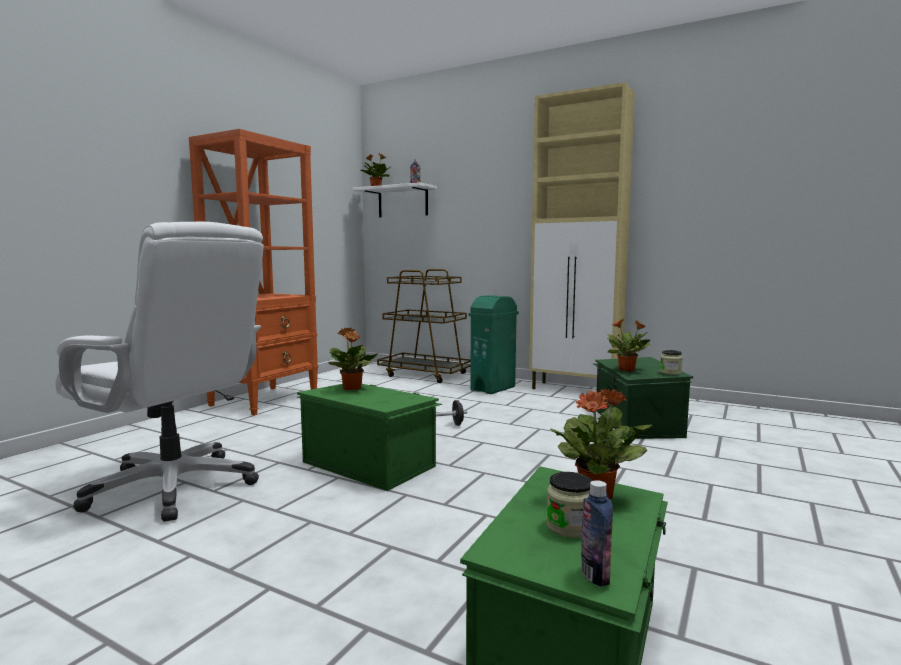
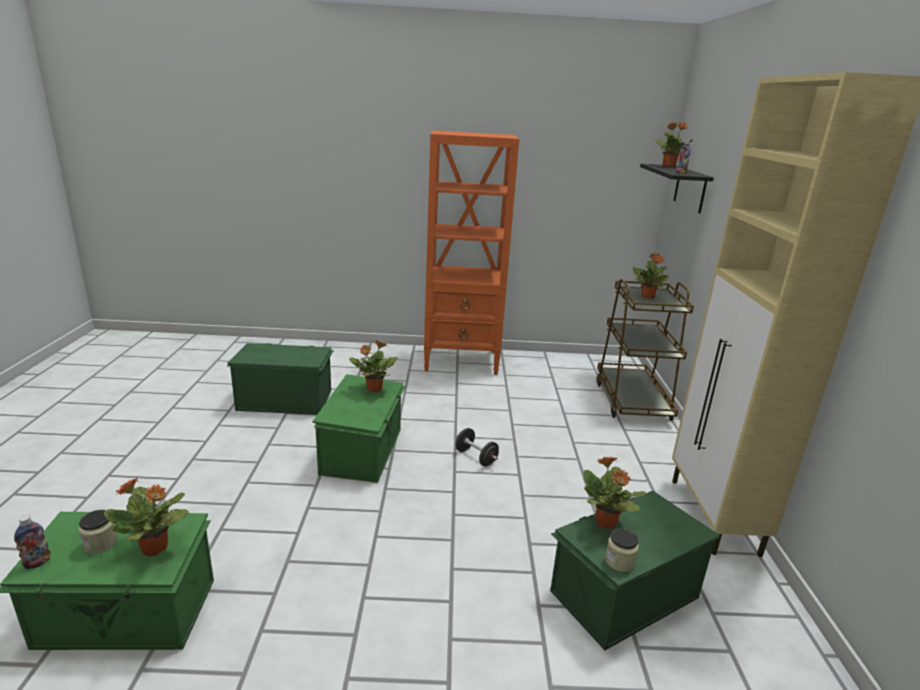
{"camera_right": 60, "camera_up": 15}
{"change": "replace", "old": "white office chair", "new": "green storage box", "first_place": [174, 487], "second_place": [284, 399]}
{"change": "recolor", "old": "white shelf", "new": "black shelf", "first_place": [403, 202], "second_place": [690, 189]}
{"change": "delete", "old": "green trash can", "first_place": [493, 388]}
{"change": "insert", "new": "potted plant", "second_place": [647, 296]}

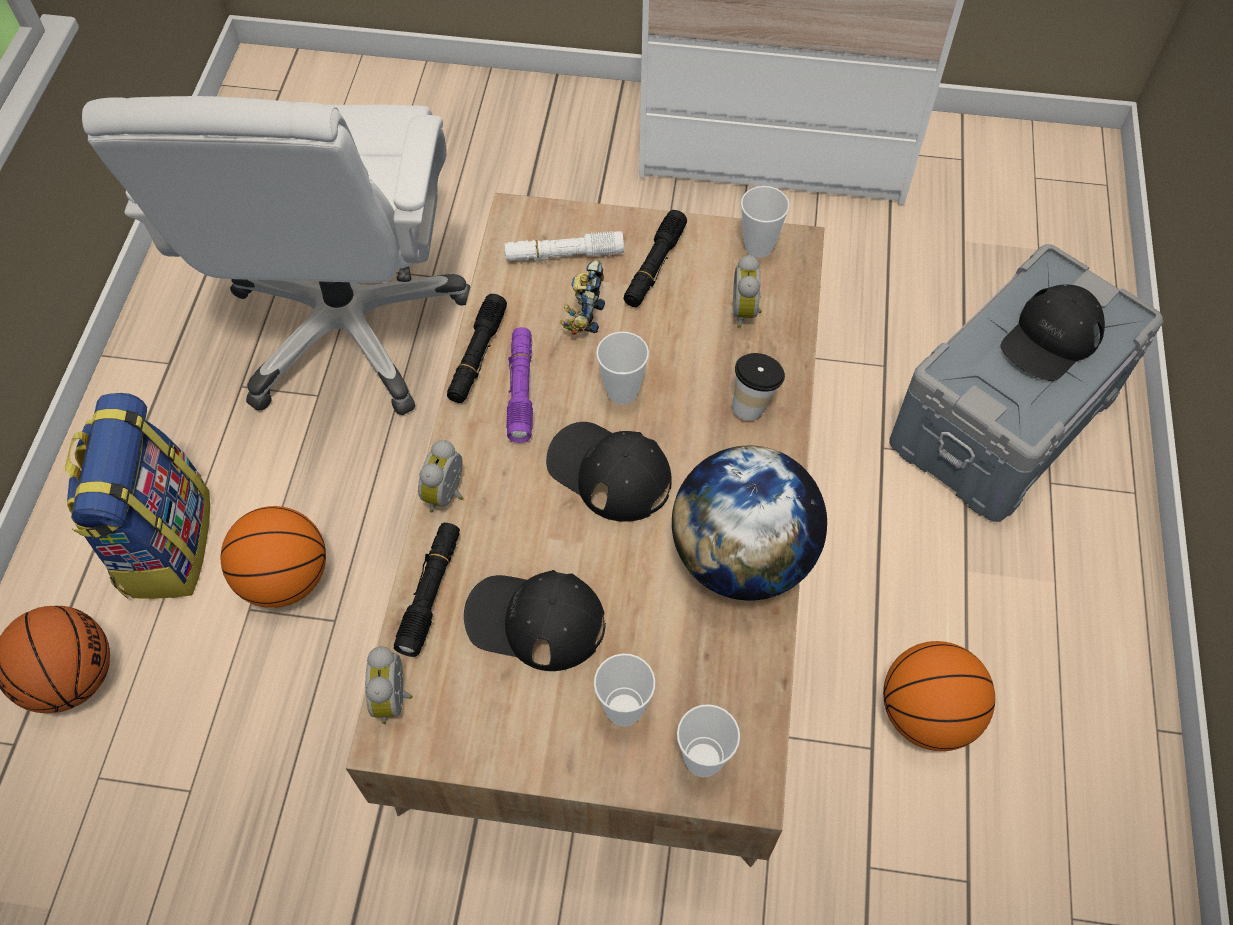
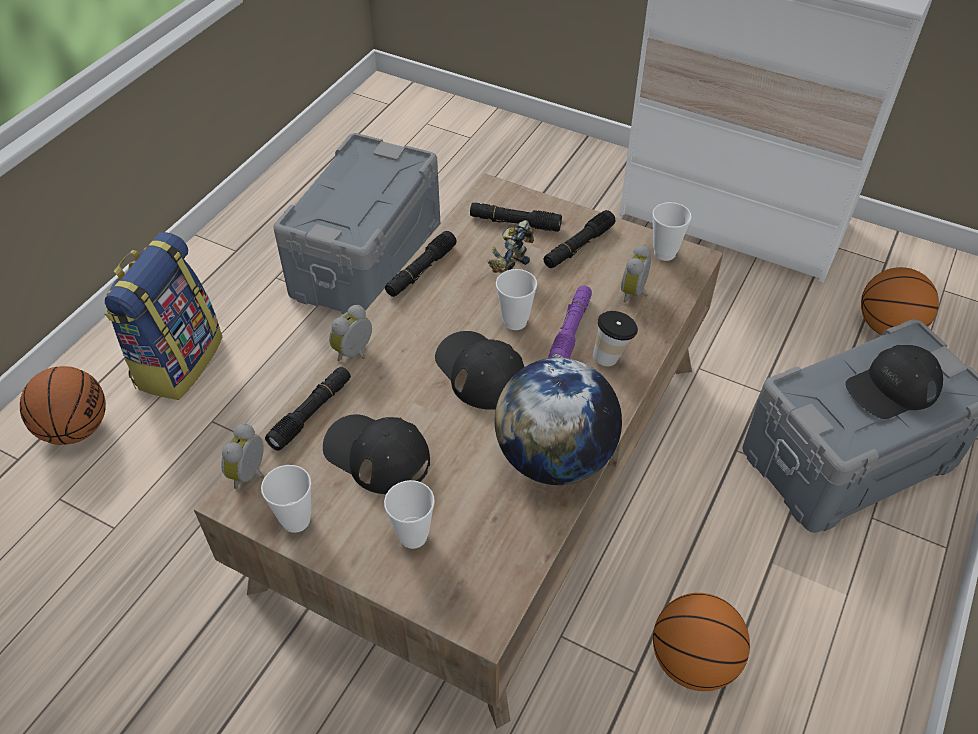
{"camera_right": 20, "camera_up": -10}
{"change": "replace", "old": "white office chair", "new": "grey storage box", "first_place": [348, 328], "second_place": [365, 260]}
{"change": "move", "old": "basketball", "first_place": [285, 578], "second_place": [887, 327]}
{"change": "recolor", "old": "white flashlight", "new": "black flashlight", "first_place": [564, 255], "second_place": [514, 223]}
{"change": "move", "old": "purple flashlight", "first_place": [521, 390], "second_place": [571, 331]}
{"change": "move", "old": "cup", "first_place": [703, 760], "second_place": [296, 520]}

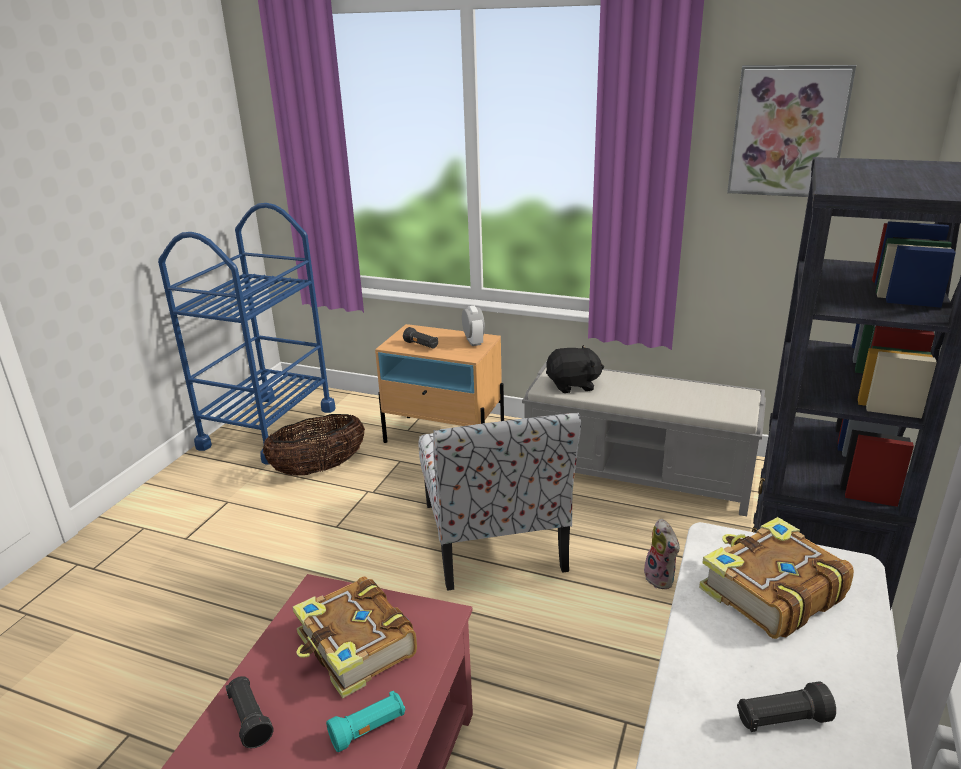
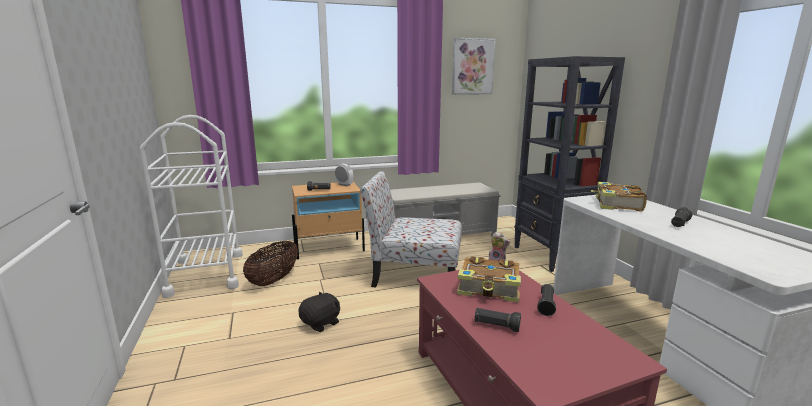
{"camera_right": -40, "camera_up": -10}
{"change": "recolor", "old": "blue cart", "new": "white cart", "first_place": [268, 428], "second_place": [206, 274]}
{"change": "recolor", "old": "turquoise flashlight", "new": "black flashlight", "first_place": [368, 730], "second_place": [546, 306]}
{"change": "rotate", "old": "chair", "first_place": [494, 538], "second_place": [414, 274], "degrees": 150}
{"change": "move", "old": "black plush toy", "first_place": [573, 385], "second_place": [321, 323]}

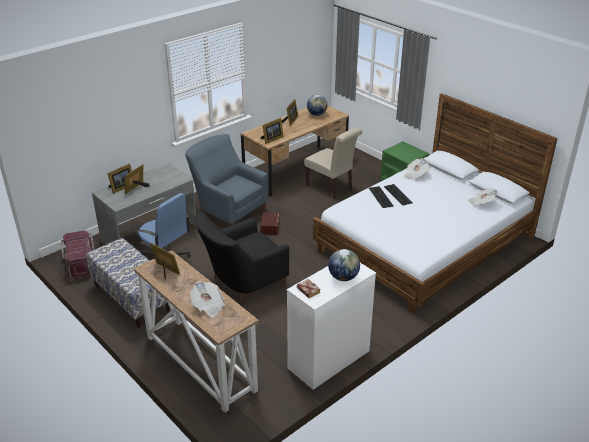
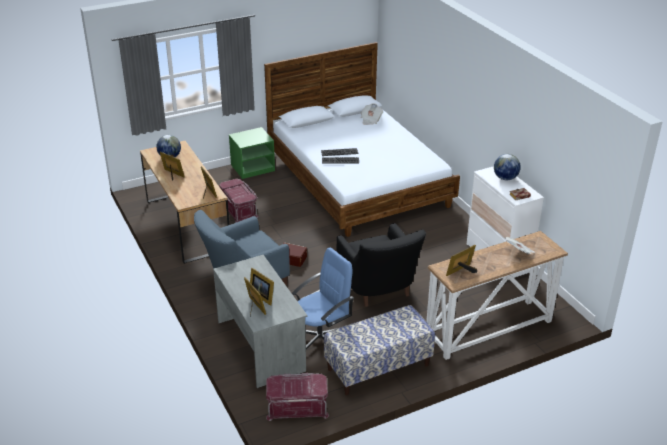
{"camera_right": -75, "camera_up": 0}
{"change": "replace", "old": "beige chair", "new": "red storage box", "first_place": [331, 188], "second_place": [239, 209]}
{"change": "delete", "old": "newspaper", "first_place": [415, 175]}

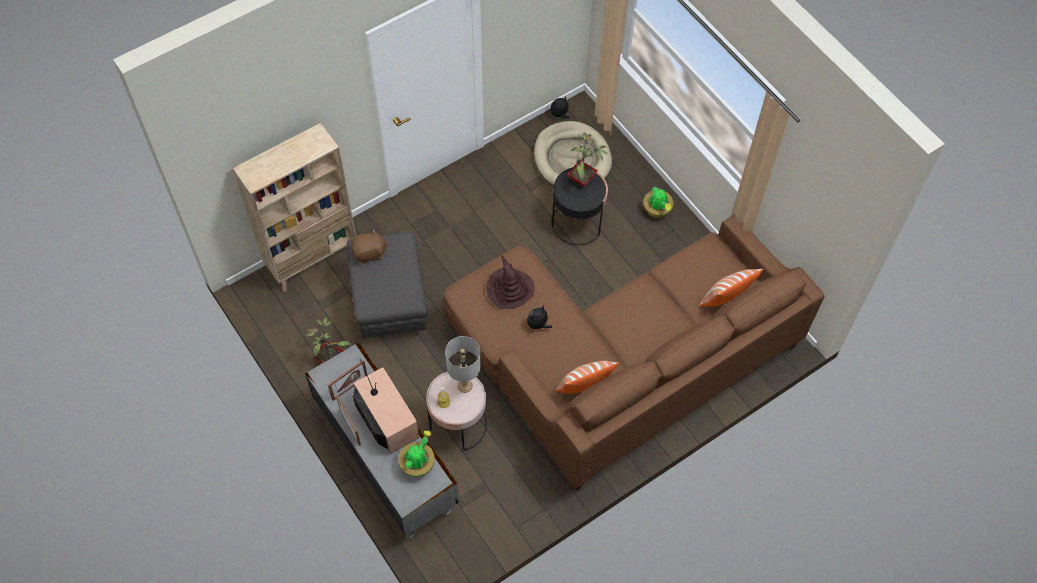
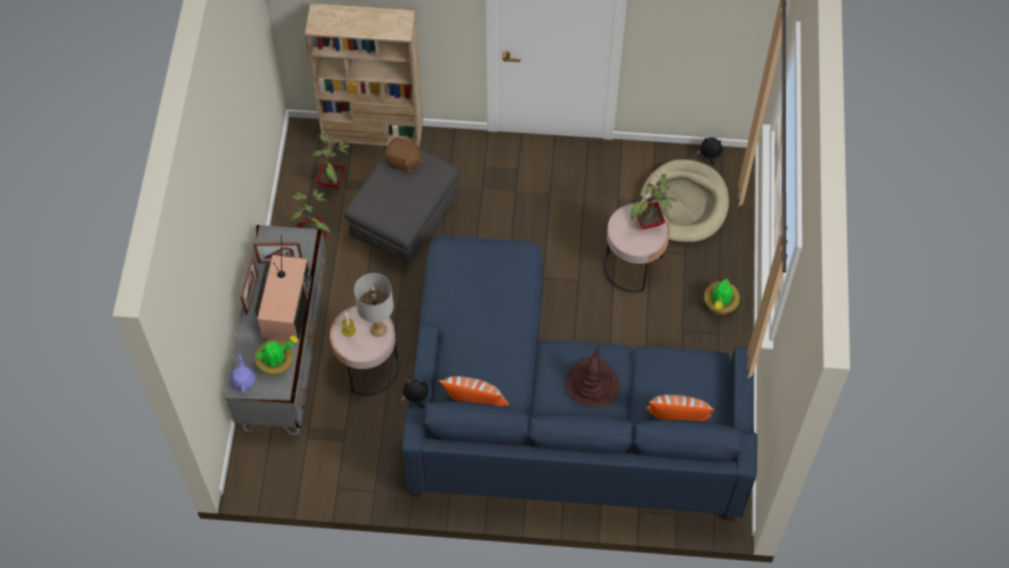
{"camera_right": 40, "camera_up": 0}
{"change": "recolor", "old": "brown sofa", "new": "blue sofa", "first_place": [620, 361], "second_place": [557, 415]}
{"change": "move", "old": "brown hat", "first_place": [509, 289], "second_place": [592, 384]}
{"change": "move", "old": "plush toy", "first_place": [538, 325], "second_place": [416, 398]}
{"change": "recolor", "old": "black side table", "new": "pink side table", "first_place": [577, 223], "second_place": [633, 266]}
{"change": "insert", "new": "purple teapot", "second_place": [243, 380]}
{"change": "insert", "new": "potted plant", "second_place": [333, 181]}

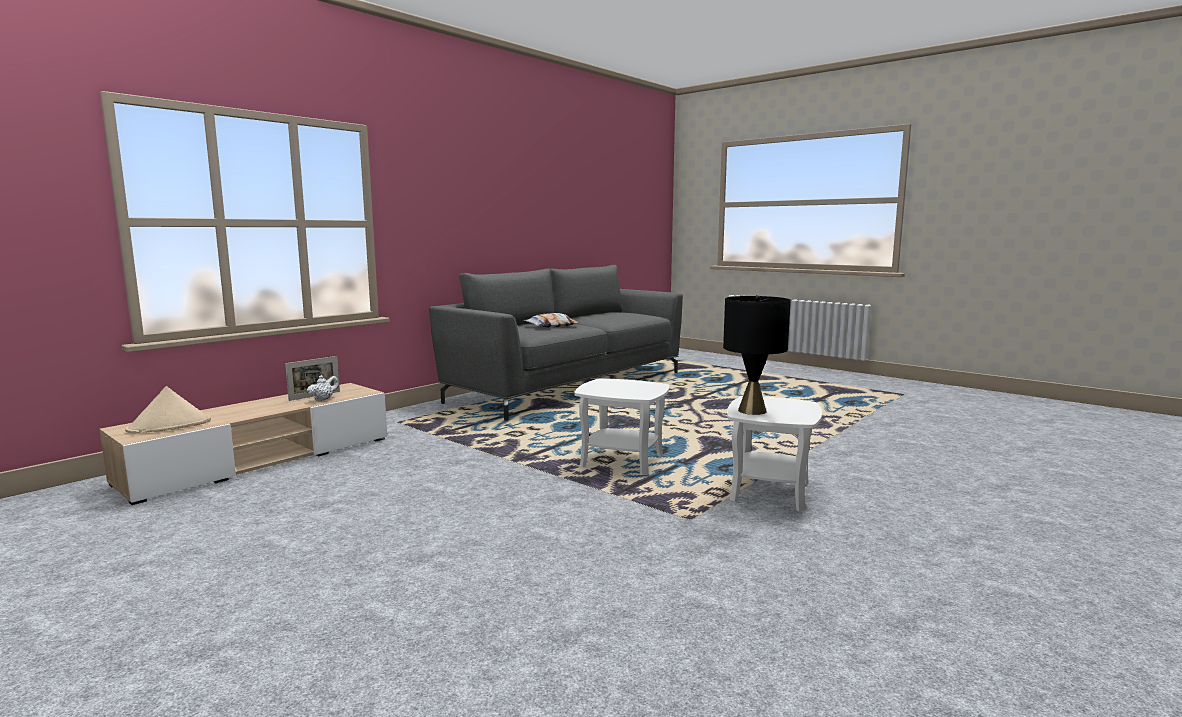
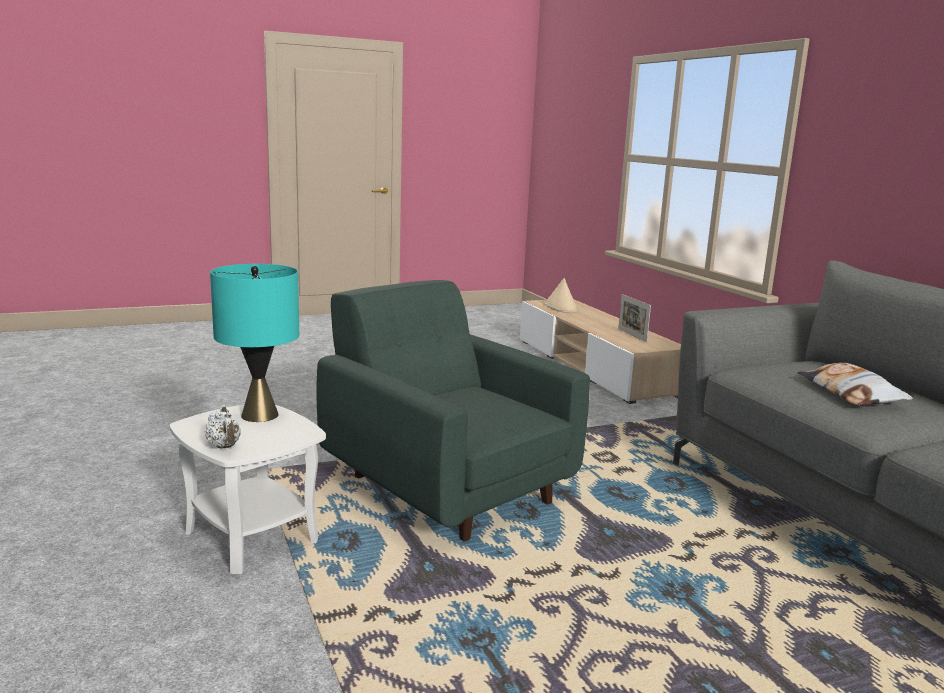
{"camera_right": 115, "camera_up": 5}
{"change": "move", "old": "white teapot", "first_place": [323, 399], "second_place": [224, 447]}
{"change": "replace", "old": "white side table", "new": "green armchair", "first_place": [621, 461], "second_place": [446, 487]}
{"change": "recolor", "old": "black table lamp", "new": "turquoise table lamp", "first_place": [752, 410], "second_place": [260, 415]}

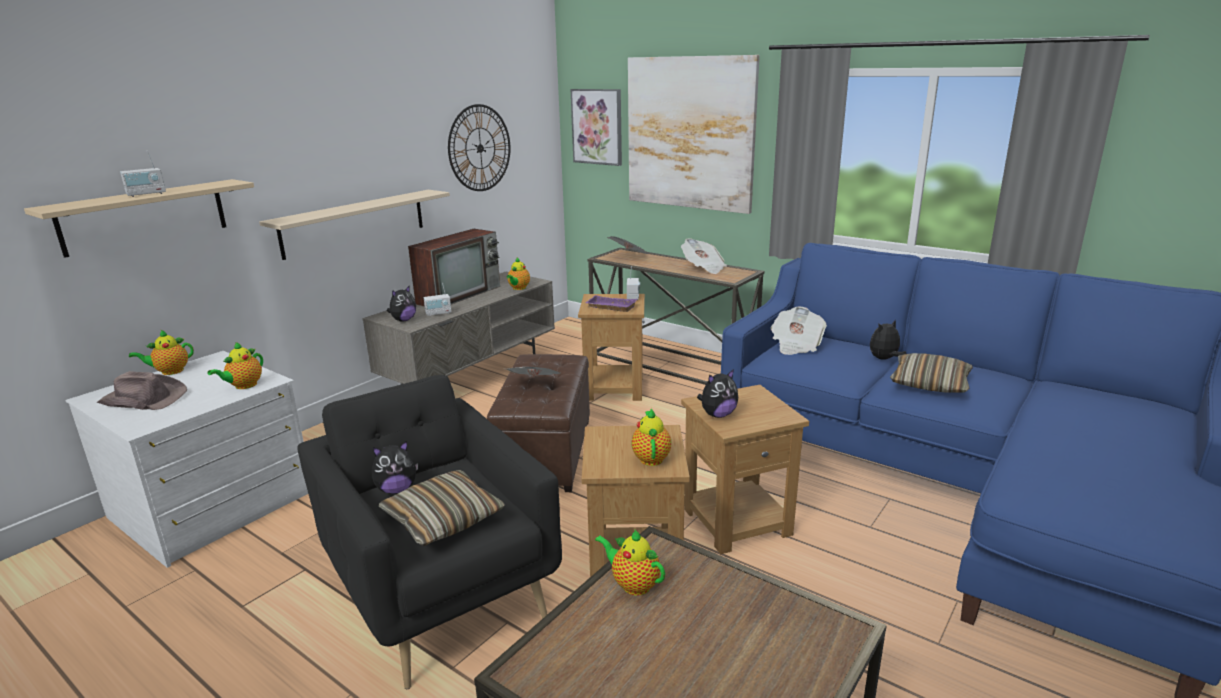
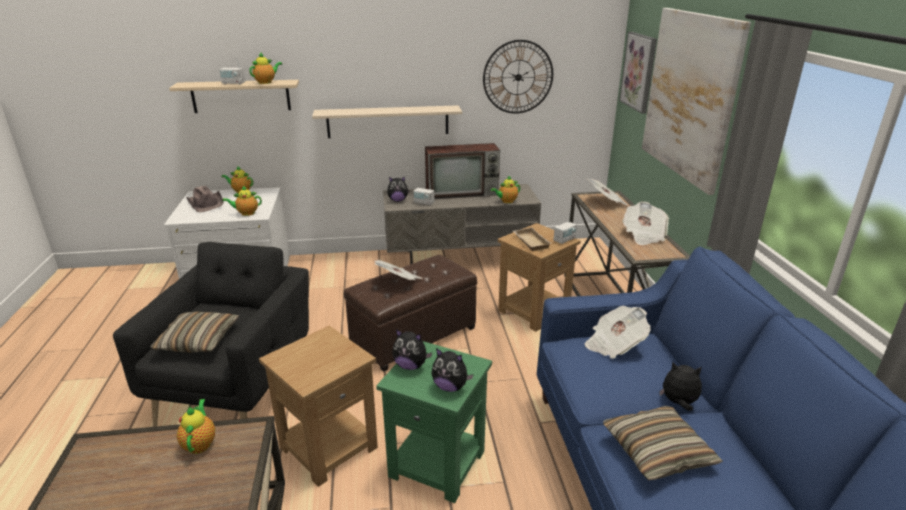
{"camera_right": 45, "camera_up": 5}
{"change": "move", "old": "plush toy", "first_place": [396, 489], "second_place": [450, 387]}
{"change": "recolor", "old": "purple tray", "new": "beige tray", "first_place": [610, 307], "second_place": [530, 242]}
{"change": "move", "old": "teapot", "first_place": [651, 457], "second_place": [266, 82]}
{"change": "recolor", "old": "brown side table", "new": "green side table", "first_place": [738, 521], "second_place": [438, 464]}

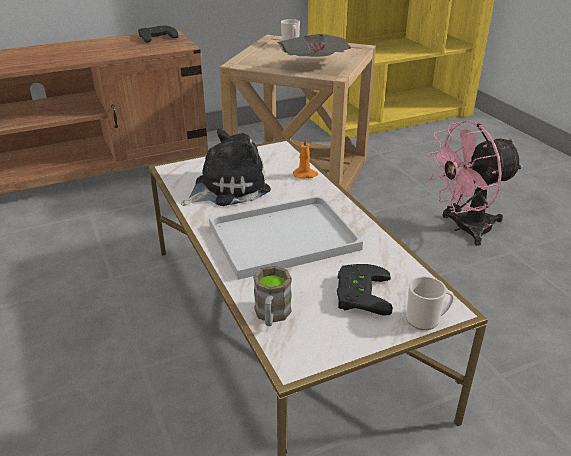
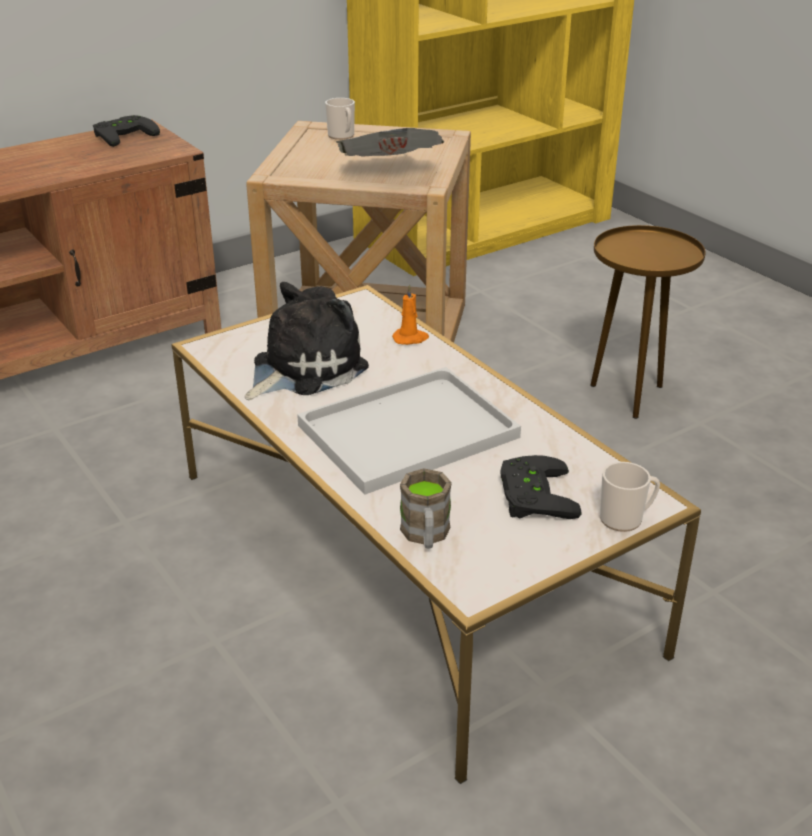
{"camera_right": -10, "camera_up": 0}
{"change": "replace", "old": "pink fan", "new": "brown side table", "first_place": [464, 228], "second_place": [629, 396]}

